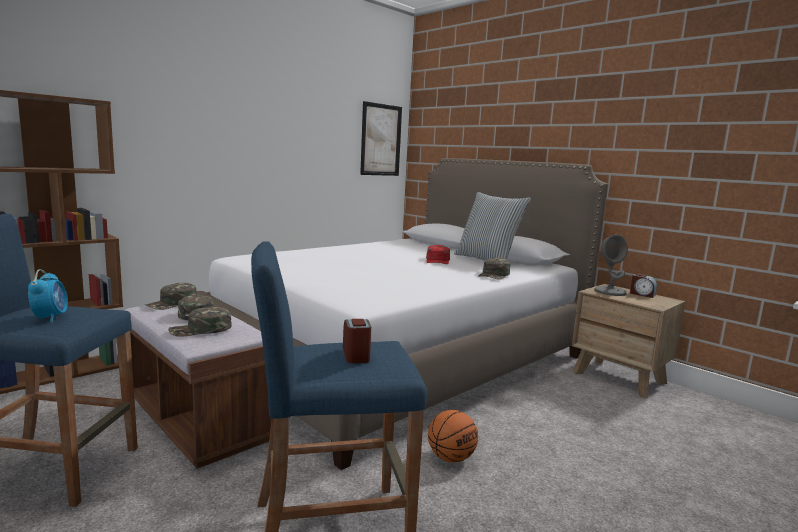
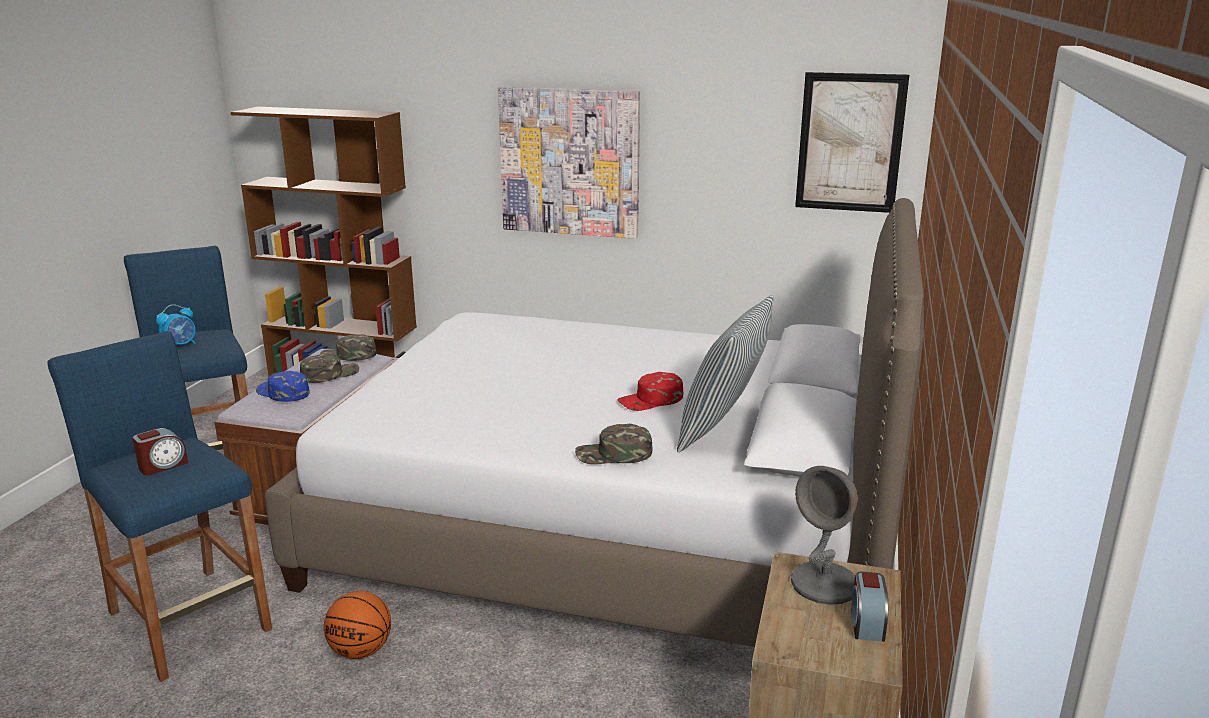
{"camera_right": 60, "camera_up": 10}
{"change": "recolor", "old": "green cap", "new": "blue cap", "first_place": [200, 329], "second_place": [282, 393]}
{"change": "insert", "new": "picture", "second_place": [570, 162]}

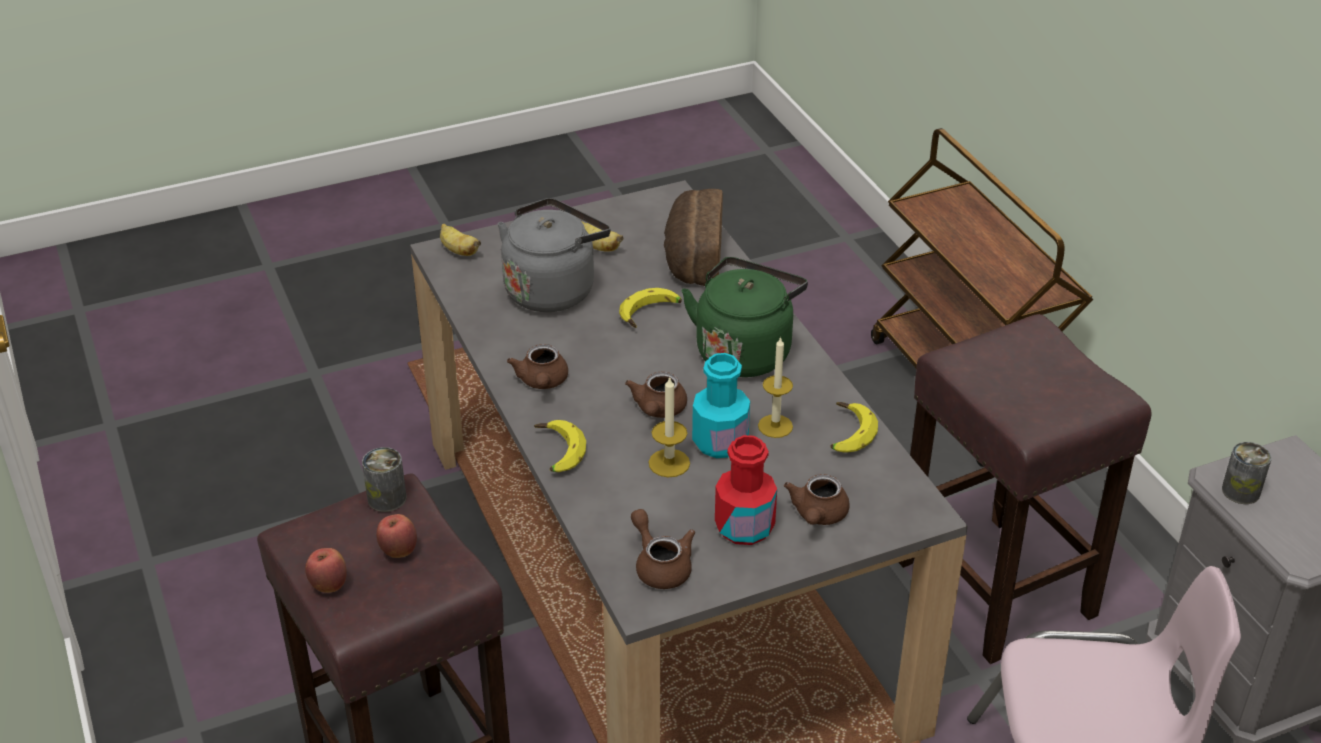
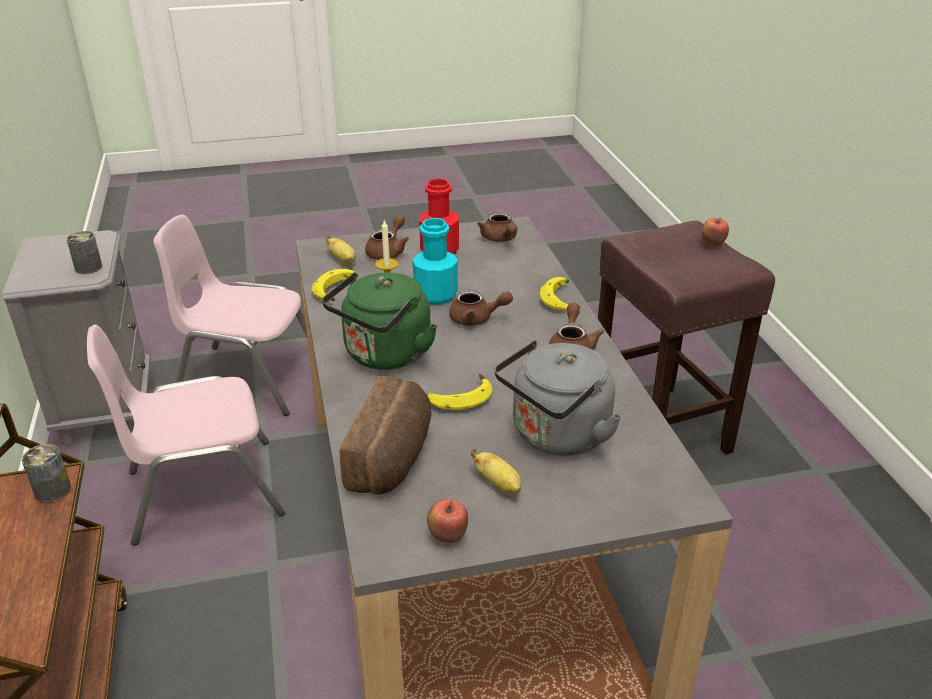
{"camera_right": -170, "camera_up": -5}
{"change": "move", "old": "can", "first_place": [387, 498], "second_place": [52, 490]}
{"change": "move", "old": "apple", "first_place": [398, 551], "second_place": [447, 537]}
{"change": "move", "old": "banana", "first_place": [458, 251], "second_place": [343, 261]}
{"change": "rotate", "old": "brown teapot", "first_place": [658, 410], "second_place": [476, 319], "degrees": 75}
{"change": "delete", "old": "candle", "first_place": [669, 463]}
{"change": "replace", "old": "brown stool", "new": "pink chair", "first_place": [998, 589], "second_place": [203, 491]}

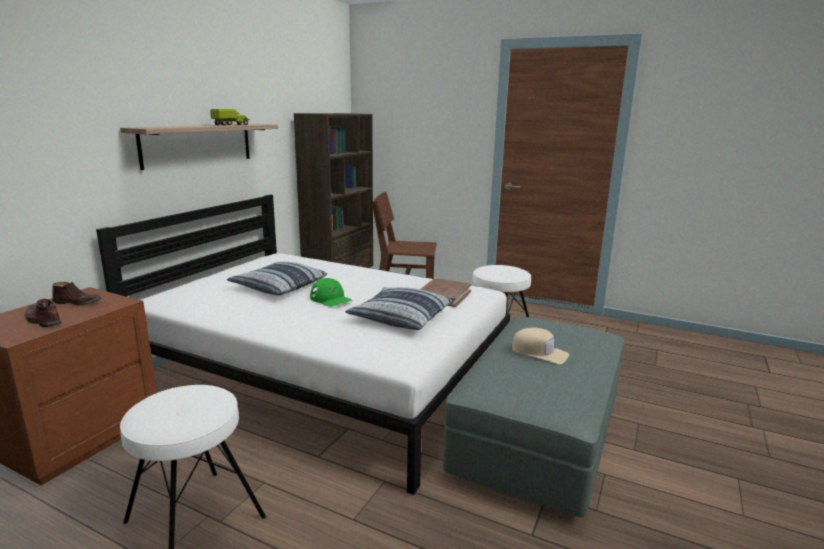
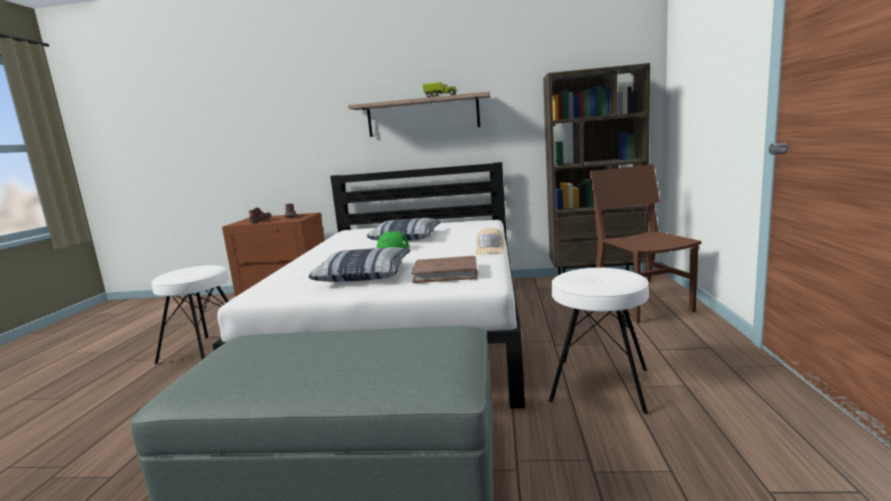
{"camera_right": 70, "camera_up": -5}
{"change": "move", "old": "beige cap", "first_place": [539, 352], "second_place": [490, 249]}

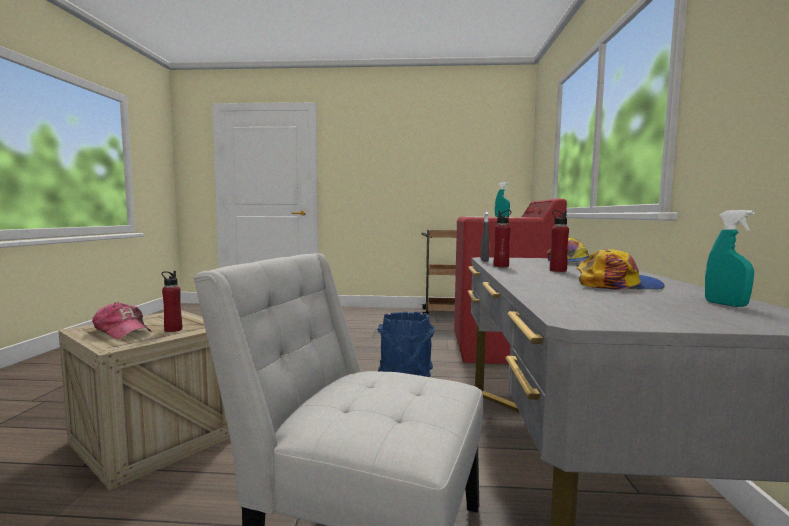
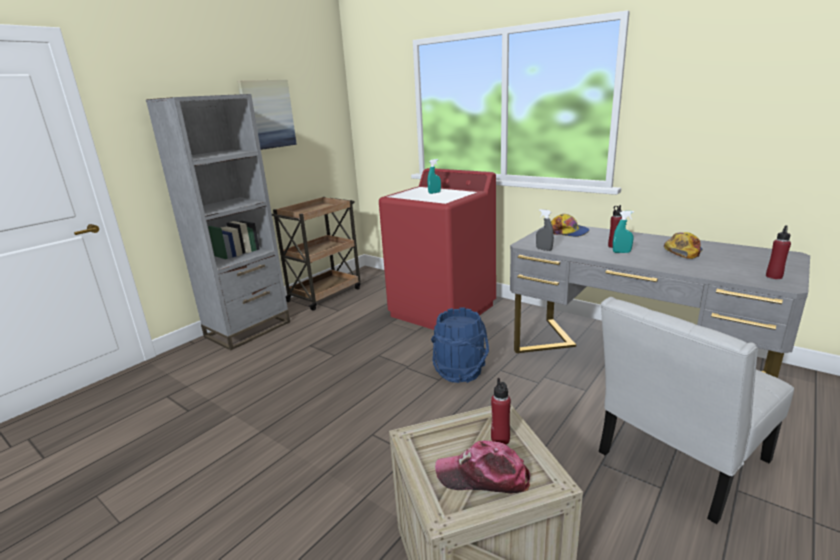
{"camera_right": -55, "camera_up": 15}
{"change": "rotate", "old": "cap", "first_place": [123, 331], "second_place": [483, 477], "degrees": -150}
{"change": "move", "old": "red bottle", "first_place": [501, 266], "second_place": [774, 276]}
{"change": "move", "old": "turquoise spray bottle", "first_place": [725, 304], "second_place": [621, 252]}
{"change": "insert", "new": "grey bookcase", "second_place": [248, 329]}
{"change": "insert", "new": "picture", "second_place": [267, 114]}

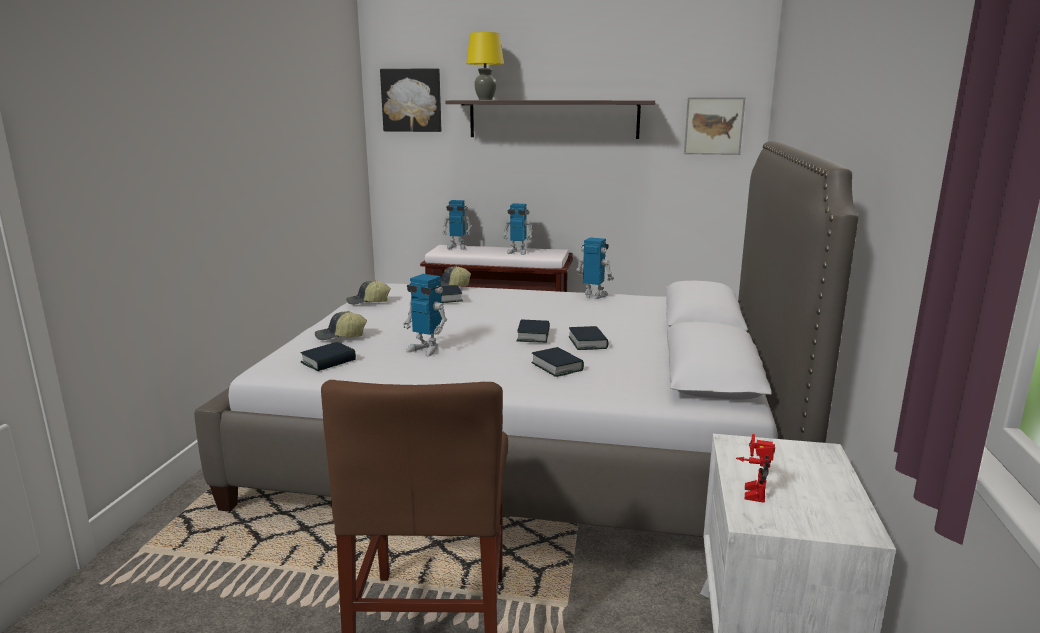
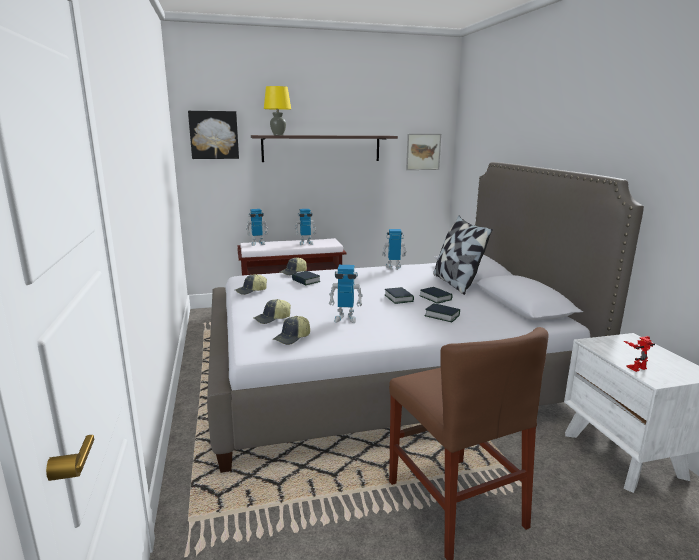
{"camera_right": -25, "camera_up": 0}
{"change": "replace", "old": "book", "new": "cap", "first_place": [328, 361], "second_place": [292, 338]}
{"change": "rotate", "old": "toy robot", "first_place": [750, 492], "second_place": [635, 366], "degrees": 75}
{"change": "insert", "new": "pillow", "second_place": [456, 283]}

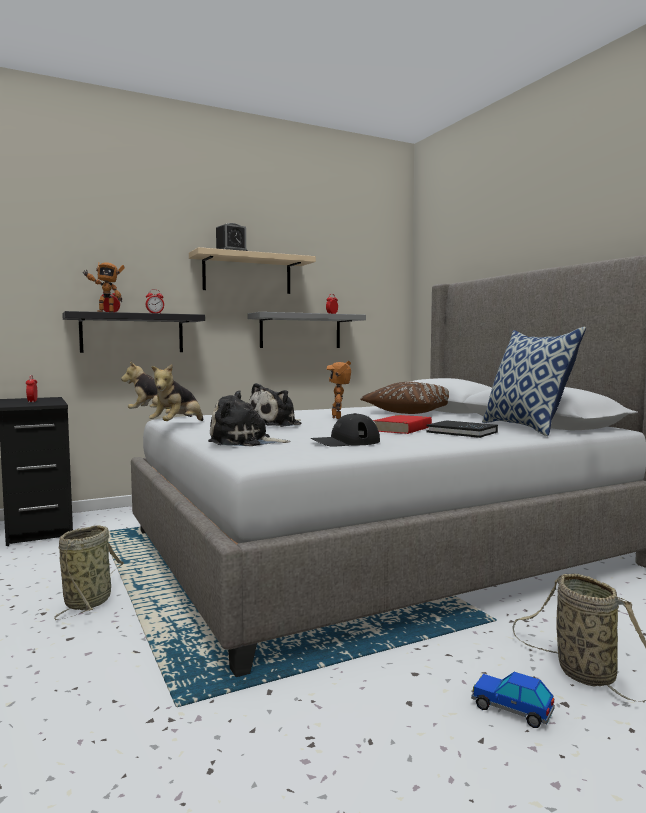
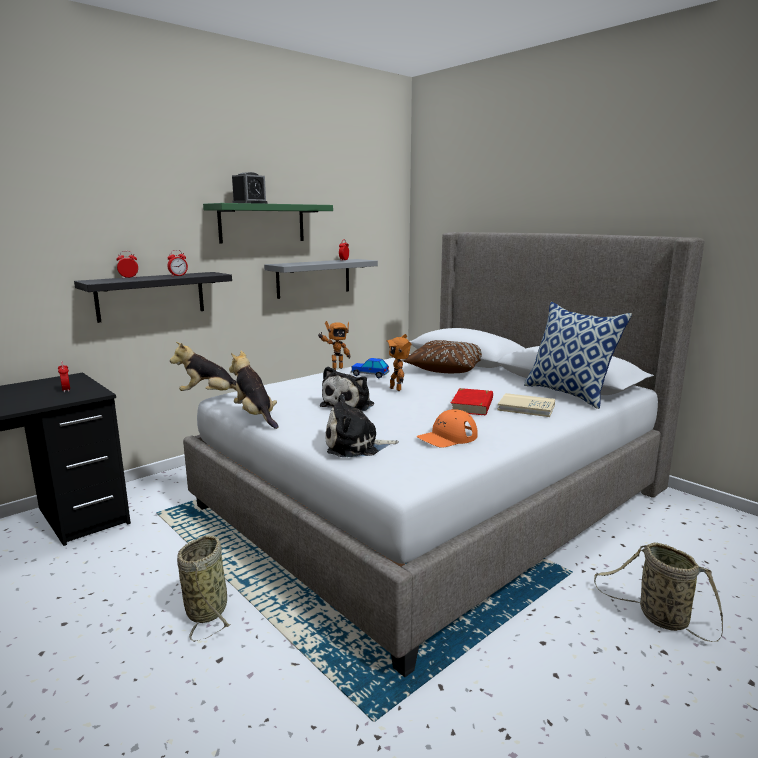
{"camera_right": -15, "camera_up": 10}
{"change": "move", "old": "toy robot", "first_place": [105, 312], "second_place": [335, 369]}
{"change": "rotate", "old": "plush toy", "first_place": [178, 425], "second_place": [255, 416], "degrees": 135}
{"change": "recolor", "old": "beige shelf", "new": "green shelf", "first_place": [247, 274], "second_place": [262, 223]}
{"change": "recolor", "old": "black cap", "new": "orange cap", "first_place": [345, 442], "second_place": [447, 437]}
{"change": "recolor", "old": "black book", "new": "beige book", "first_place": [462, 432], "second_place": [526, 407]}
{"change": "move", "old": "toy car", "first_place": [512, 710], "second_place": [370, 375]}

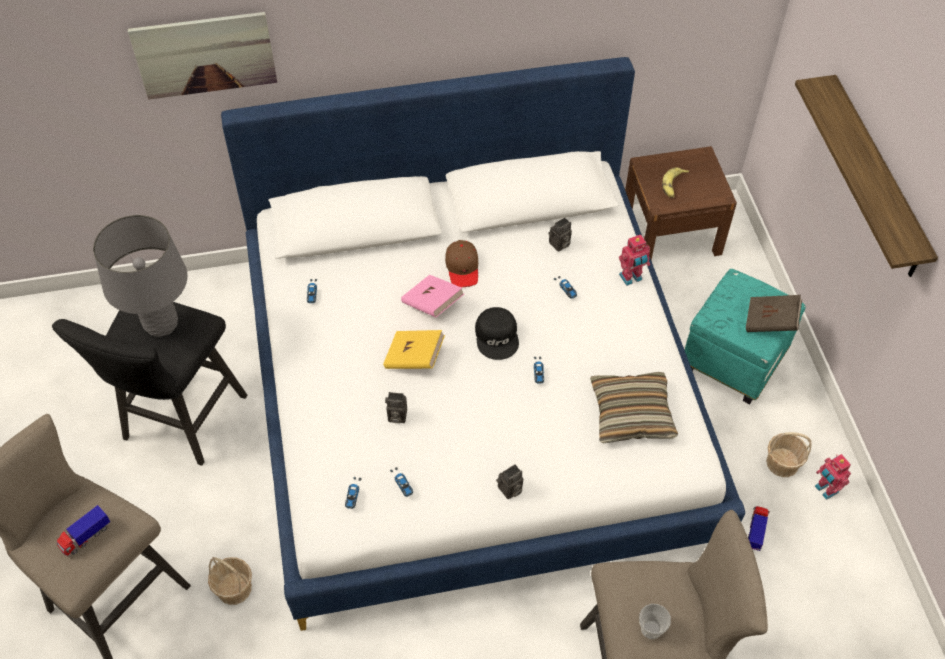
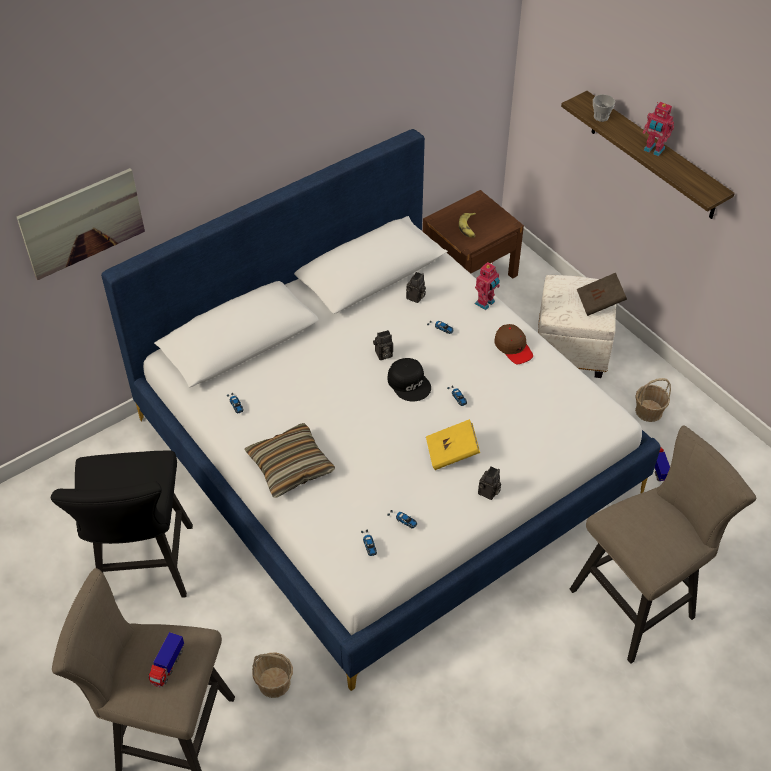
{"camera_right": -25, "camera_up": -5}
{"change": "delete", "old": "grey table lamp", "first_place": [161, 324]}
{"change": "move", "old": "yellow book", "first_place": [414, 358], "second_place": [452, 453]}
{"change": "move", "old": "photo camera", "first_place": [396, 416], "second_place": [383, 355]}
{"change": "delete", "old": "pink book", "first_place": [432, 304]}
{"change": "move", "old": "brown cap", "first_place": [462, 268], "second_place": [513, 348]}
{"change": "move", "old": "pillow", "first_place": [631, 414], "second_place": [290, 466]}
{"change": "move", "old": "cup", "first_place": [651, 629], "second_place": [601, 117]}
{"change": "recolor", "old": "turquoise ottoman", "new": "white ottoman", "first_place": [733, 361], "second_place": [571, 351]}
{"change": "move", "old": "toy robot", "first_place": [825, 490], "second_place": [653, 150]}

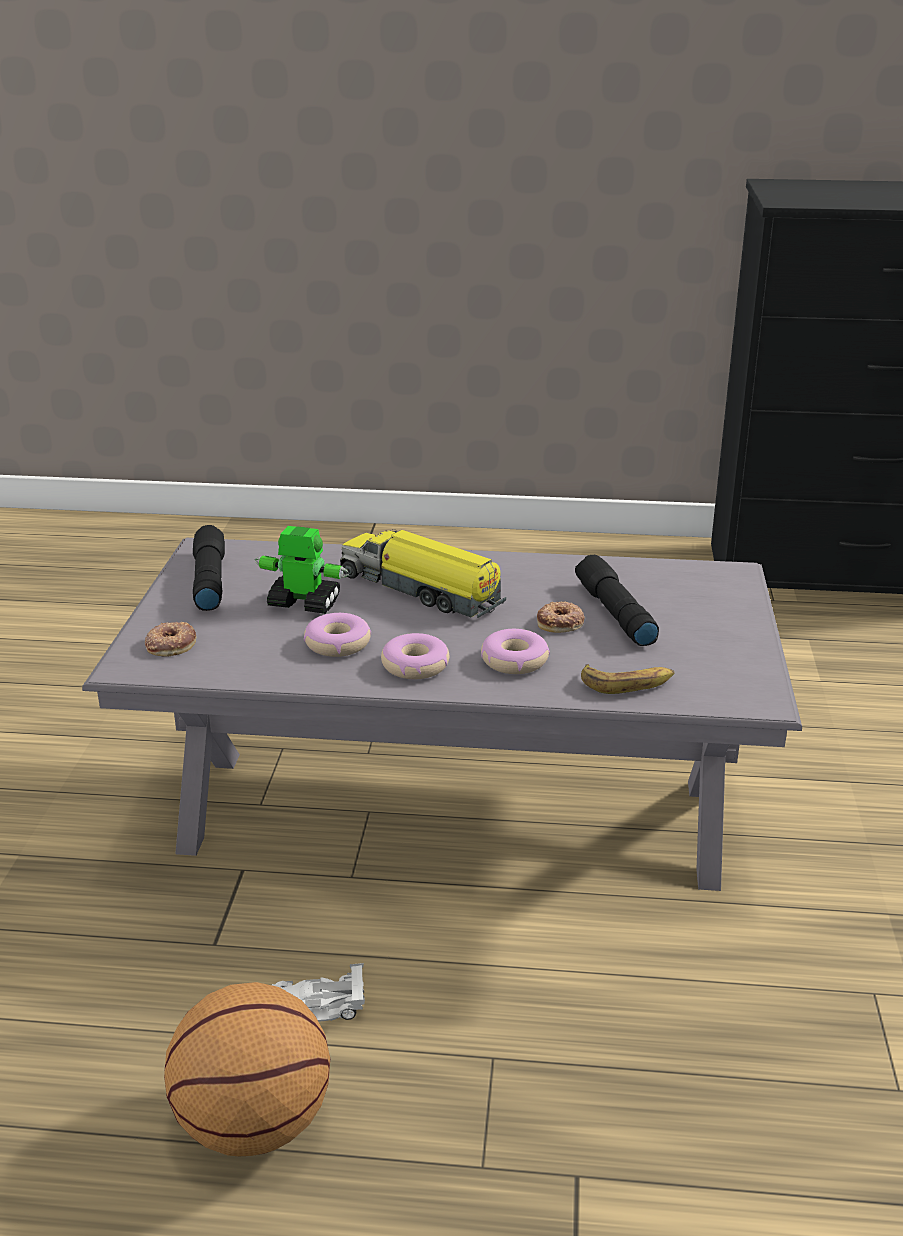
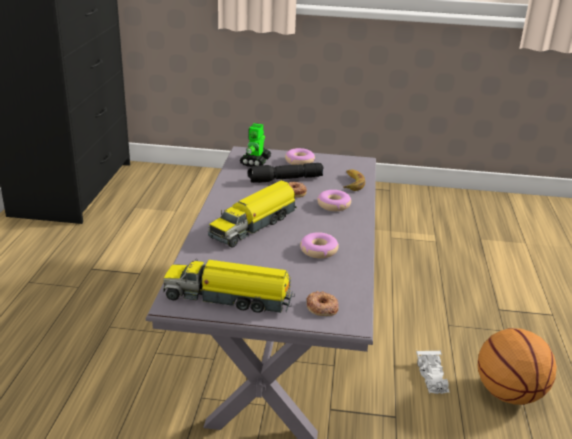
{"camera_right": -90, "camera_up": 0}
{"change": "replace", "old": "black flashlight", "new": "toy truck", "first_place": [208, 580], "second_place": [229, 298]}
{"change": "move", "old": "toy robot", "first_place": [303, 603], "second_place": [255, 162]}
{"change": "move", "old": "donut", "first_place": [415, 666], "second_place": [299, 161]}

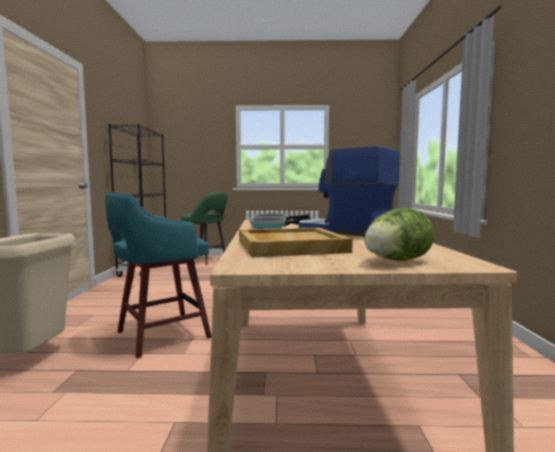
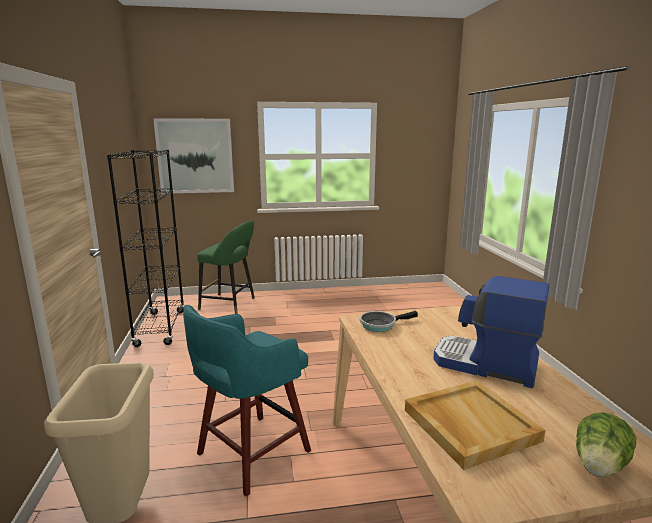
{"camera_right": -10, "camera_up": 10}
{"change": "delete", "old": "frying pan", "first_place": [271, 227]}
{"change": "insert", "new": "picture", "second_place": [195, 156]}

